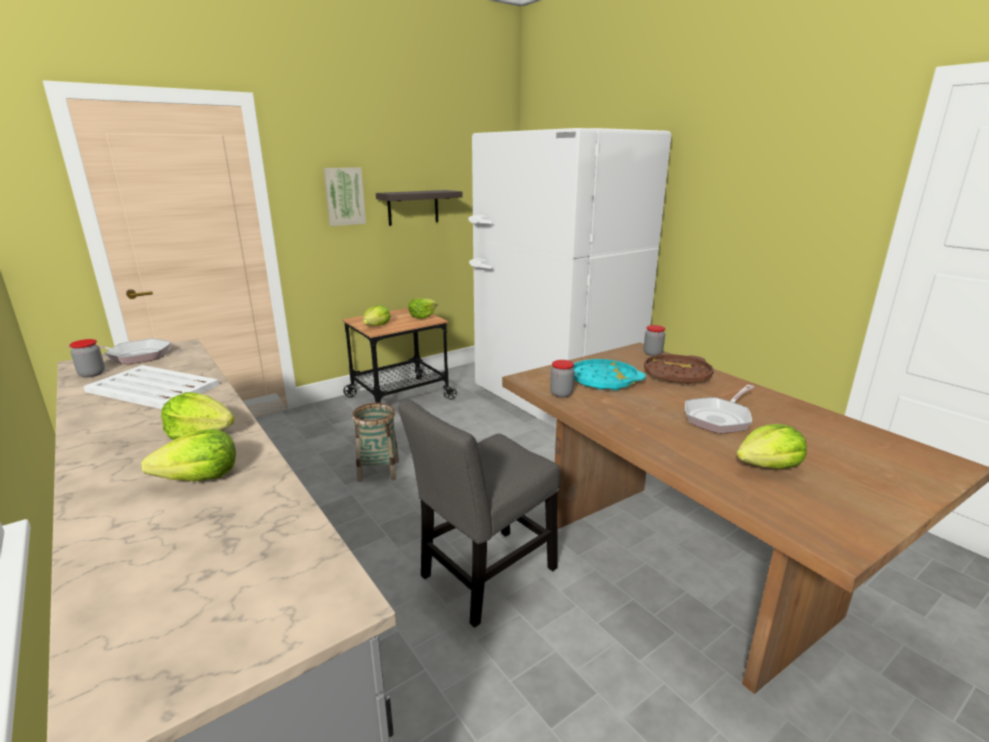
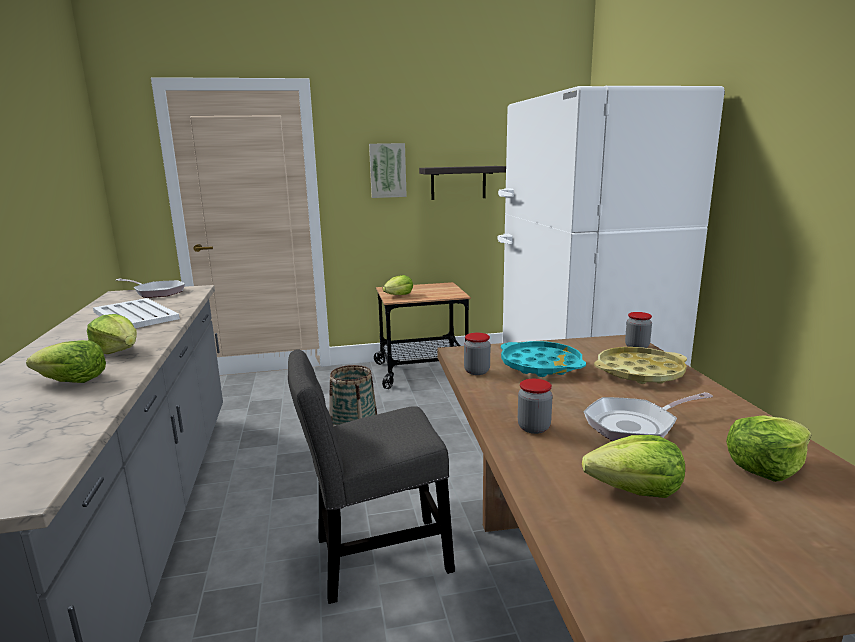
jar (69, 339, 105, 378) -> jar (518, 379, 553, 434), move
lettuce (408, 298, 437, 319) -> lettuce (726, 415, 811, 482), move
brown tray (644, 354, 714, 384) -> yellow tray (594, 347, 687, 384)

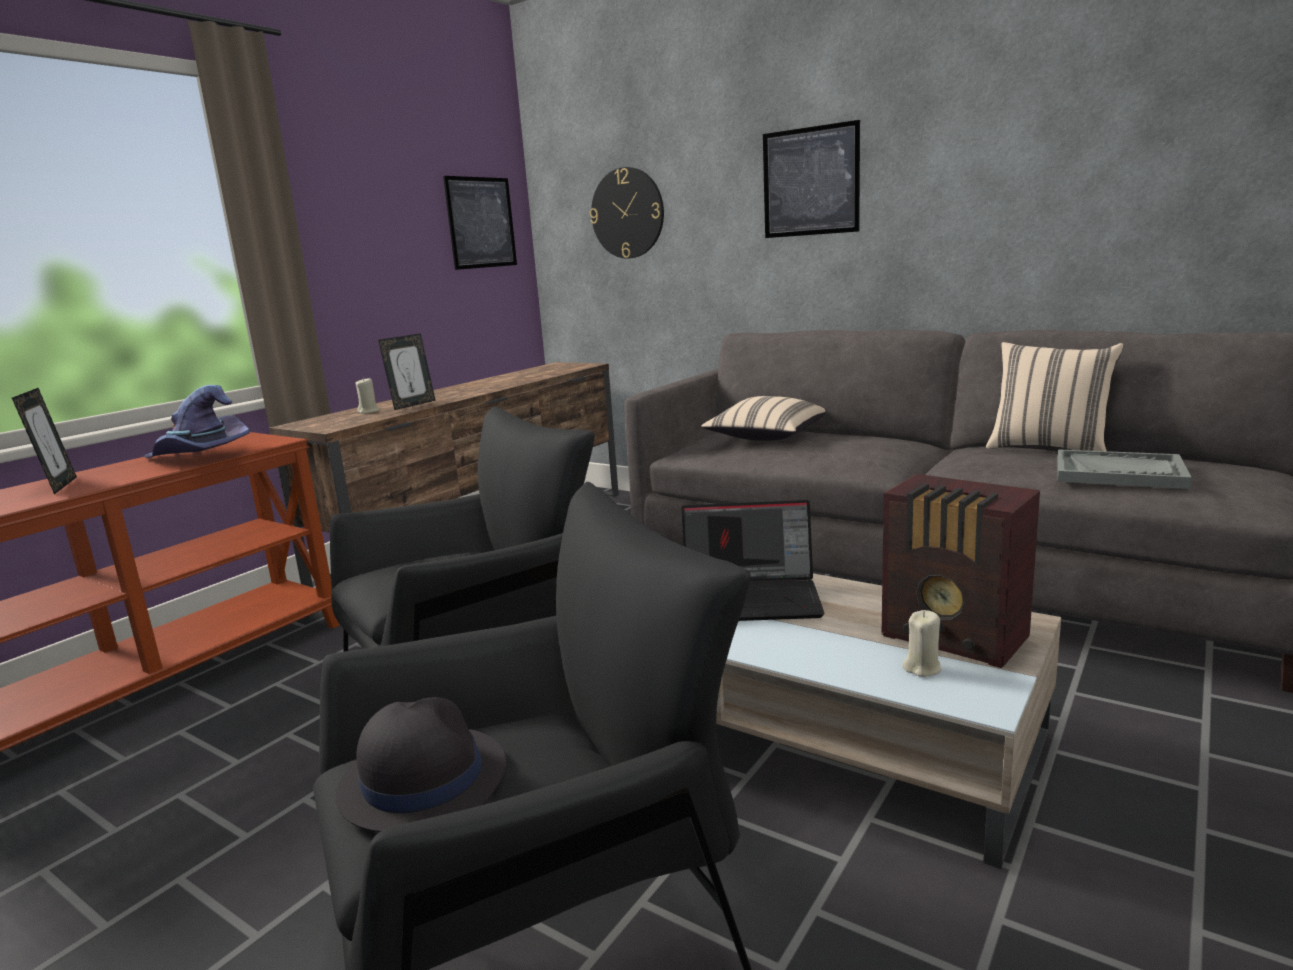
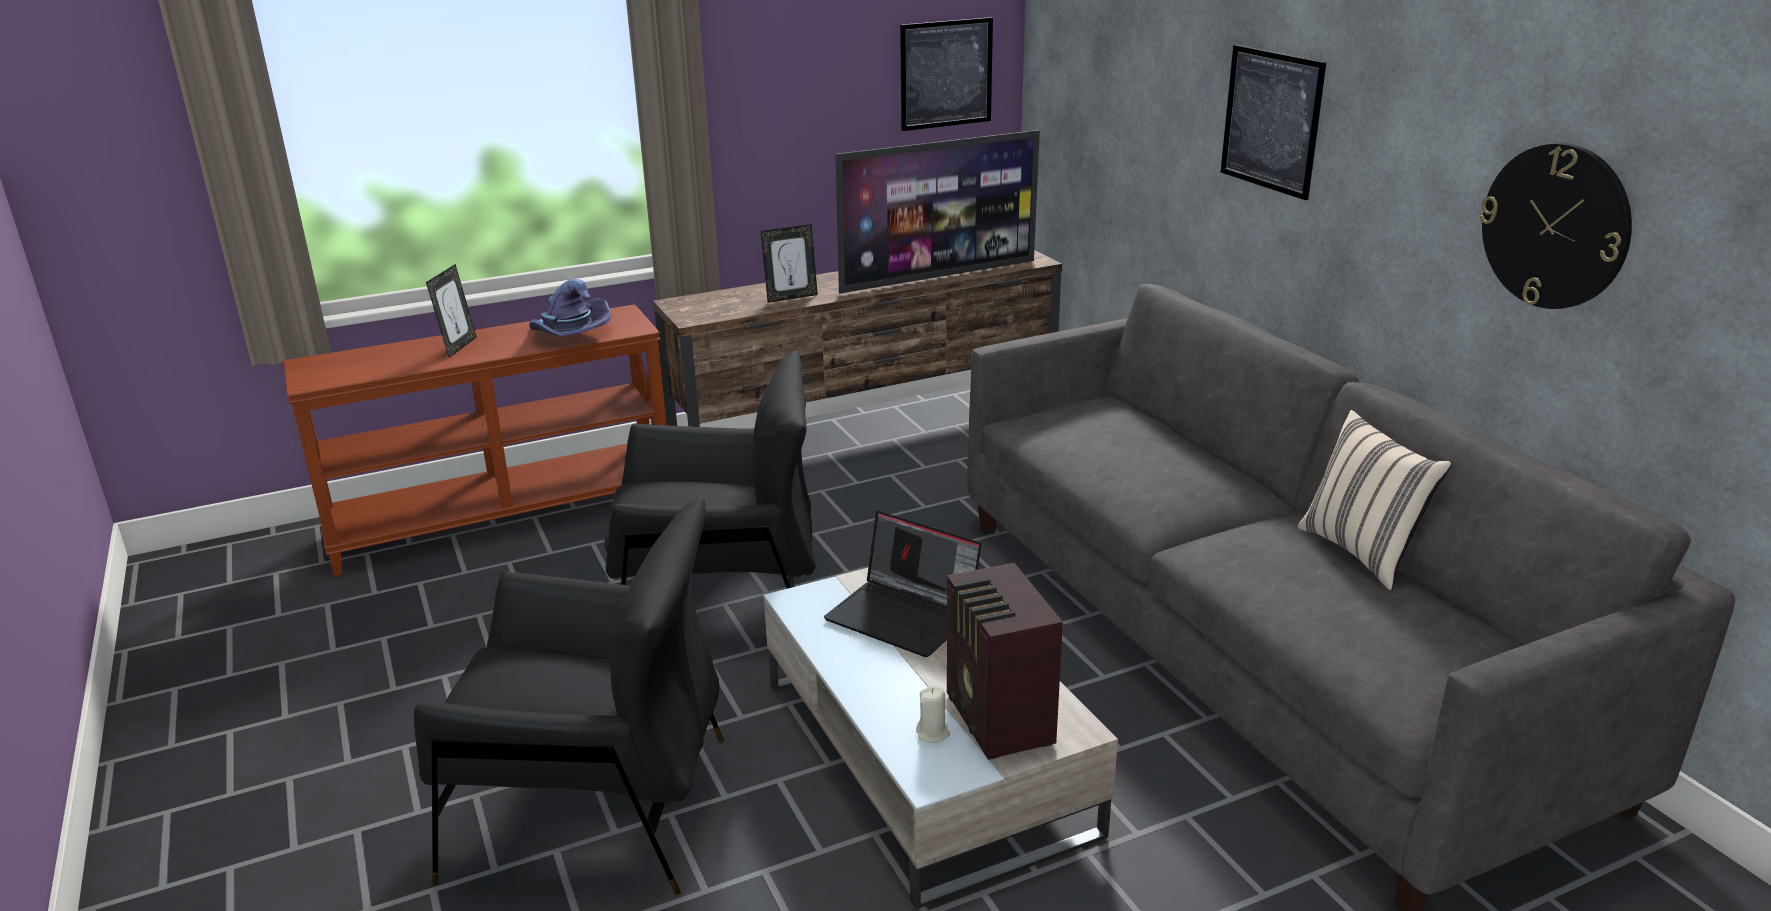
black hat (335, 697, 506, 832) -> none
beige candle (355, 377, 380, 414) -> none
wall clock (590, 167, 664, 259) -> wall clock (1480, 143, 1632, 309), move
beige pillow (701, 396, 826, 441) -> none
grey tray (1057, 449, 1192, 489) -> none
none -> television (835, 130, 1040, 293)

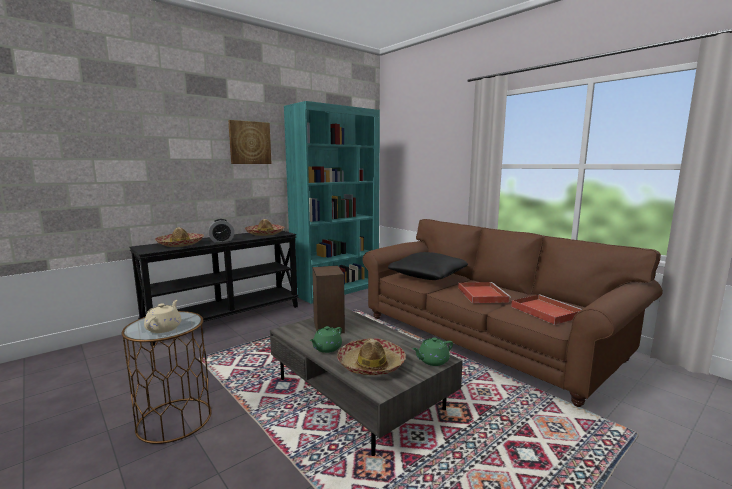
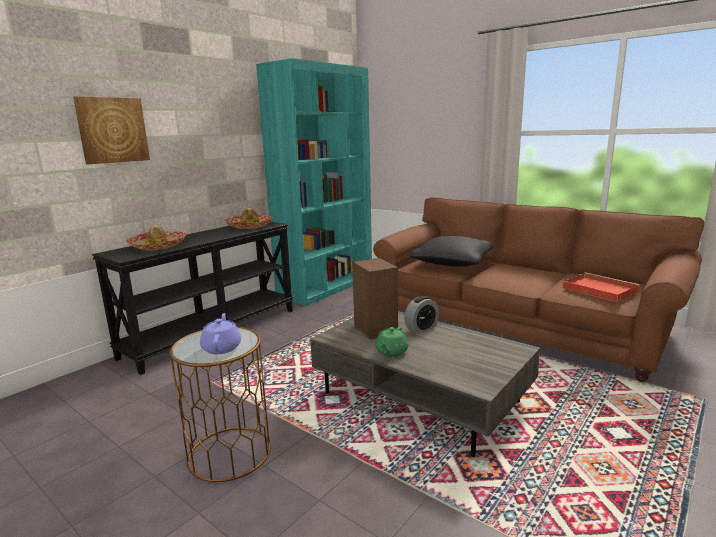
beige teapot (144, 300, 182, 333) -> purple teapot (200, 313, 241, 354)
alarm clock (208, 219, 234, 242) -> alarm clock (404, 296, 439, 333), move
picture (228, 120, 271, 164) -> picture (73, 96, 150, 164), move
hat (337, 338, 406, 375) -> none
green teapot (412, 337, 453, 366) -> none
red tray (458, 282, 511, 303) -> none

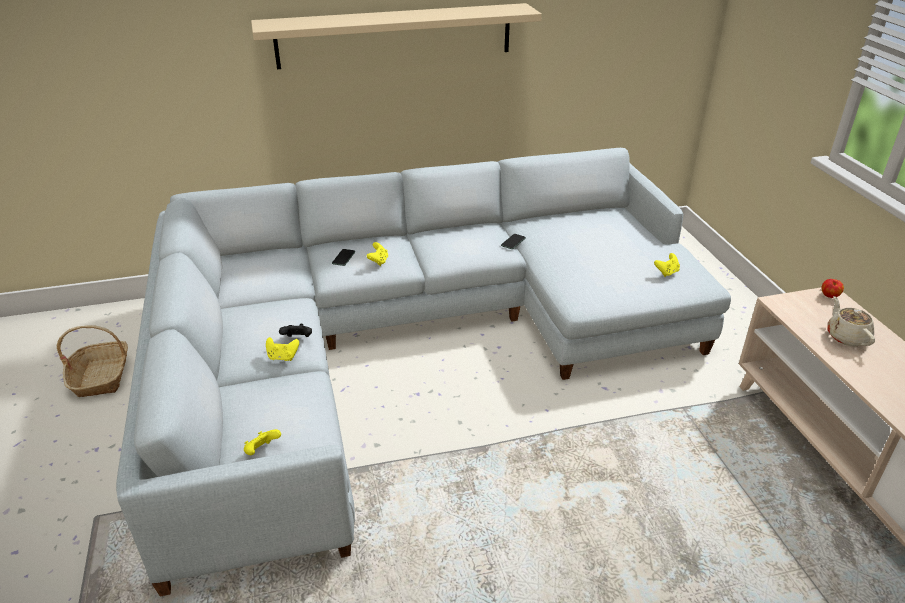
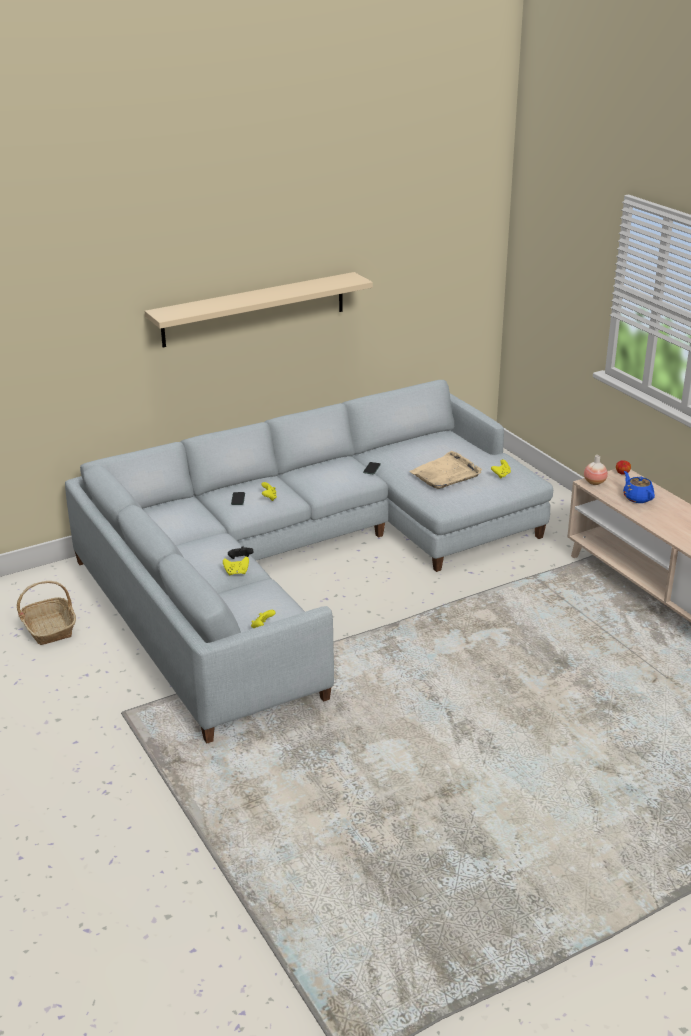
beige teapot (827, 296, 875, 346) -> blue teapot (623, 471, 655, 503)
none -> beige tray (409, 451, 482, 489)
none -> vase (584, 455, 608, 485)

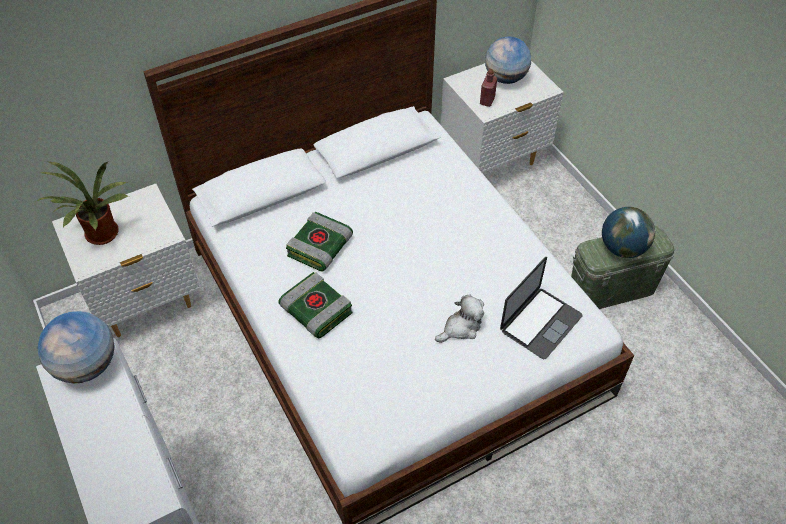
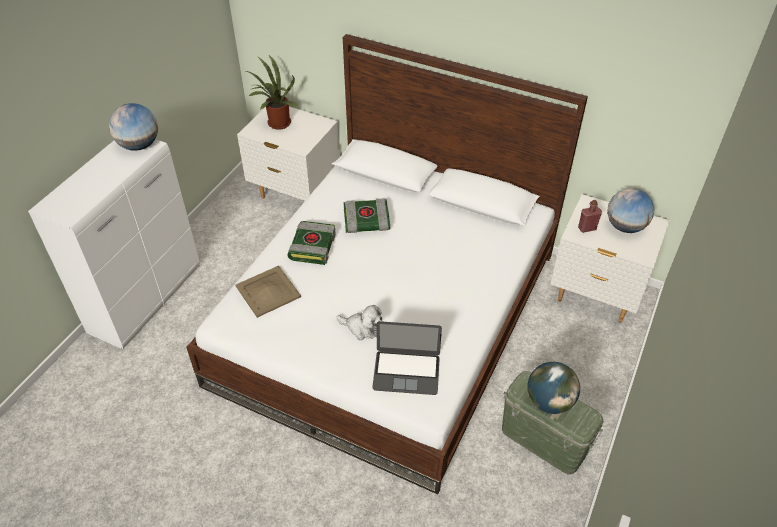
none -> beige tray (236, 266, 301, 318)

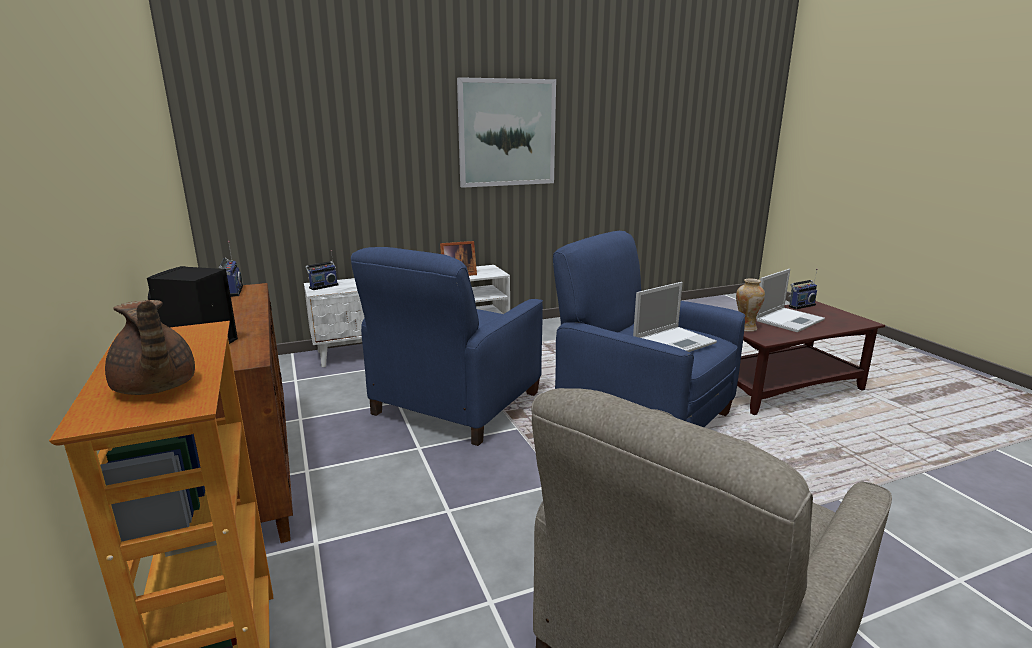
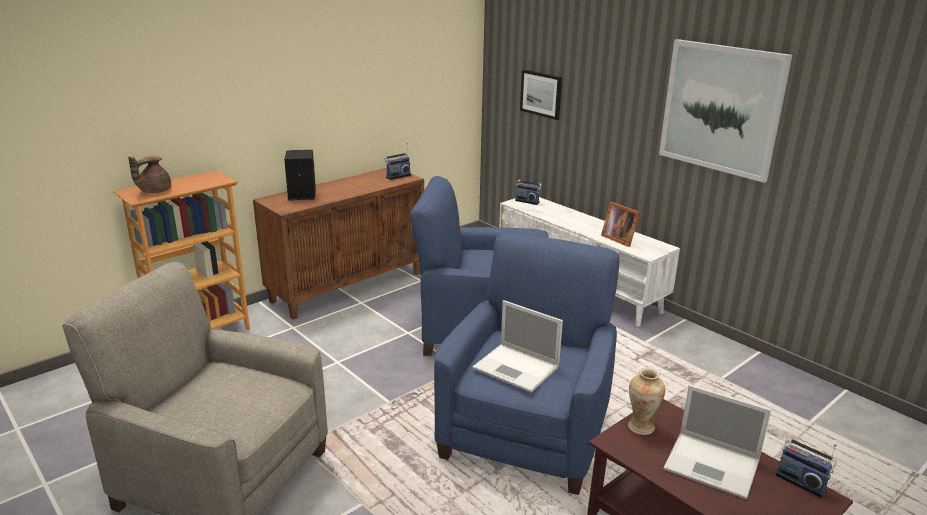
none -> picture (520, 69, 562, 120)

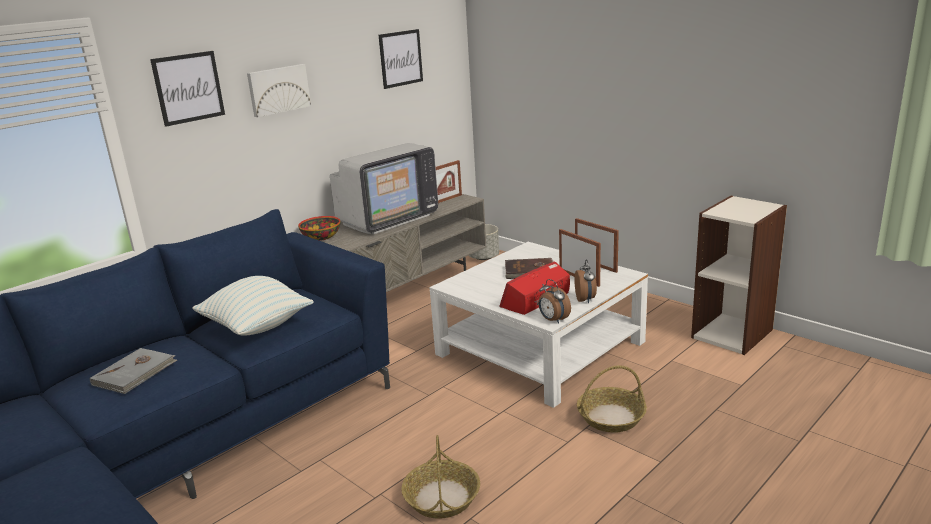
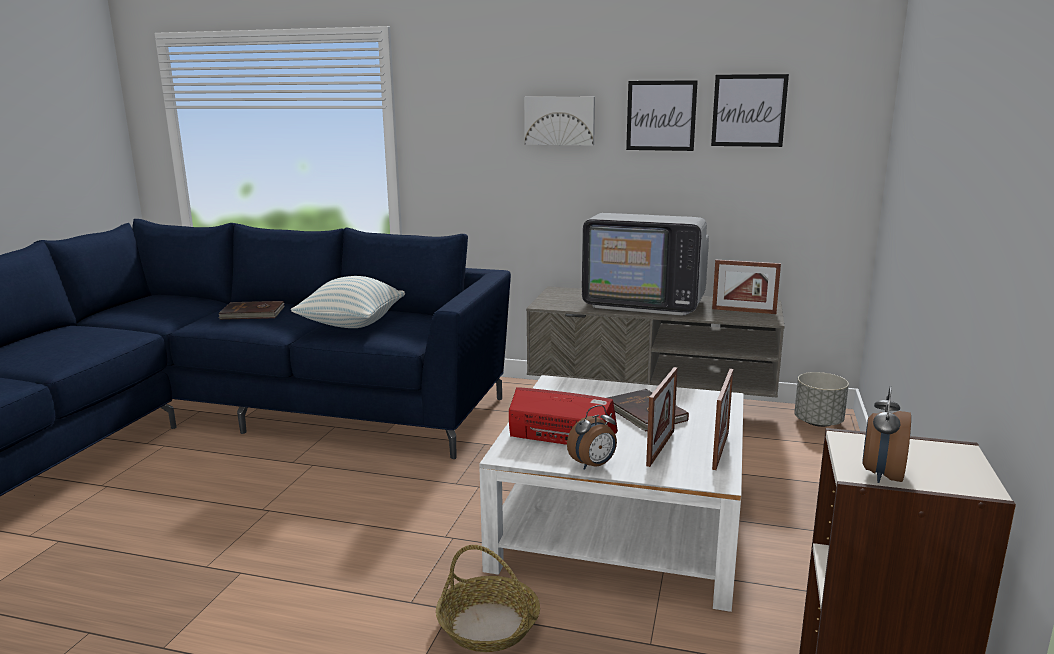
grey book (90, 348, 177, 394) -> brown book (218, 301, 285, 320)
picture (150, 51, 225, 127) -> picture (626, 80, 698, 151), move
bowl (298, 216, 341, 241) -> none
basket (401, 435, 480, 519) -> none
alarm clock (538, 279, 571, 324) -> alarm clock (862, 386, 911, 483), move

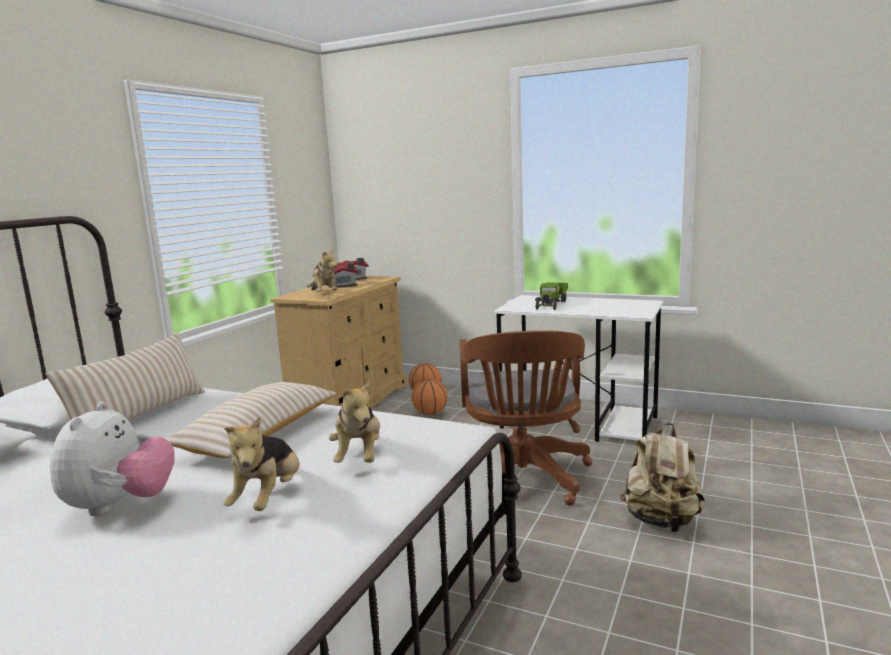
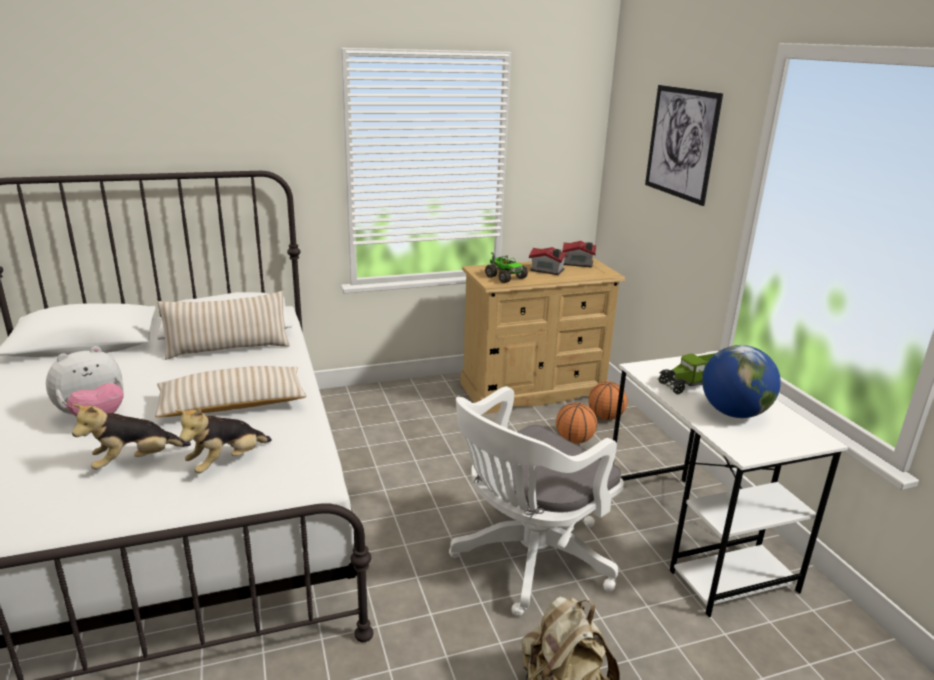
plush toy (306, 249, 338, 292) -> toy truck (485, 252, 528, 283)
brown office chair (459, 330, 592, 506) -> white office chair (449, 386, 624, 616)
none -> picture (645, 85, 723, 206)
none -> globe (702, 345, 781, 418)

